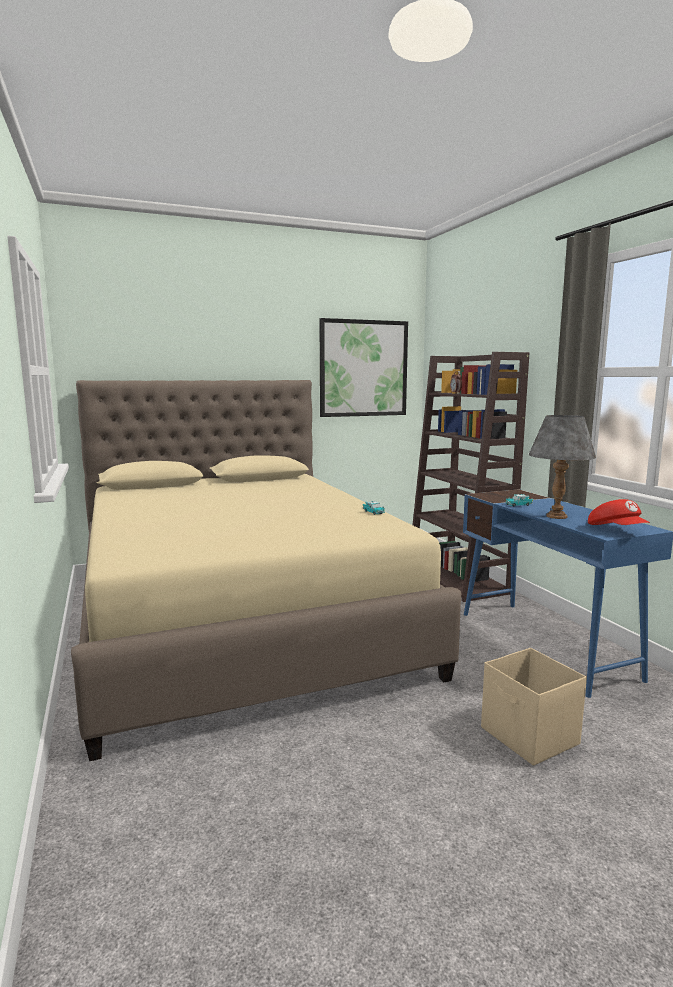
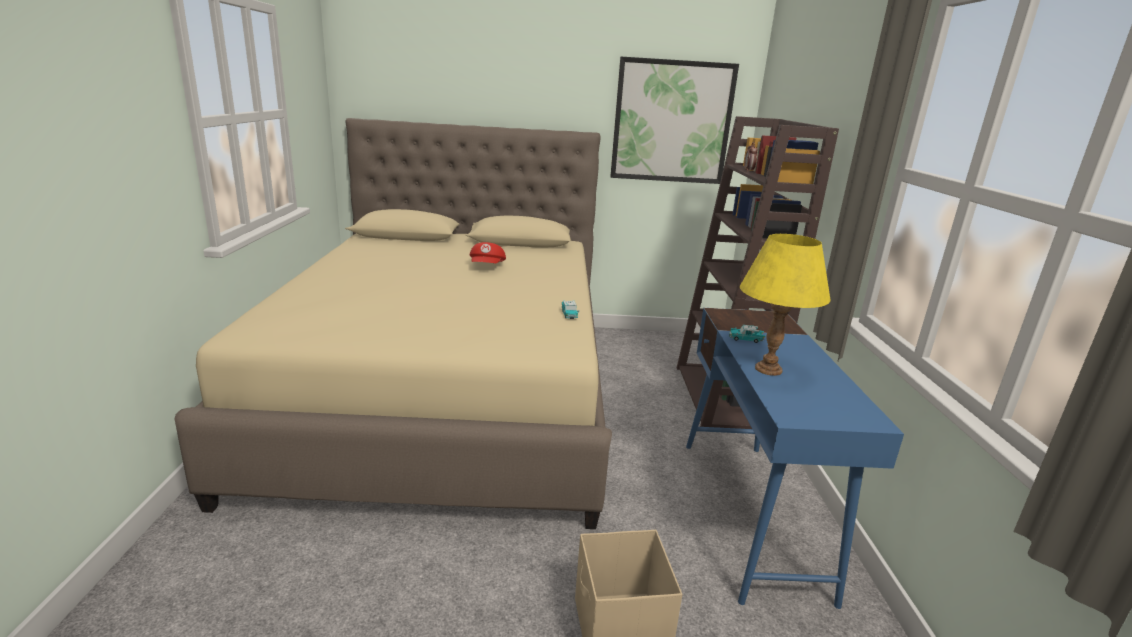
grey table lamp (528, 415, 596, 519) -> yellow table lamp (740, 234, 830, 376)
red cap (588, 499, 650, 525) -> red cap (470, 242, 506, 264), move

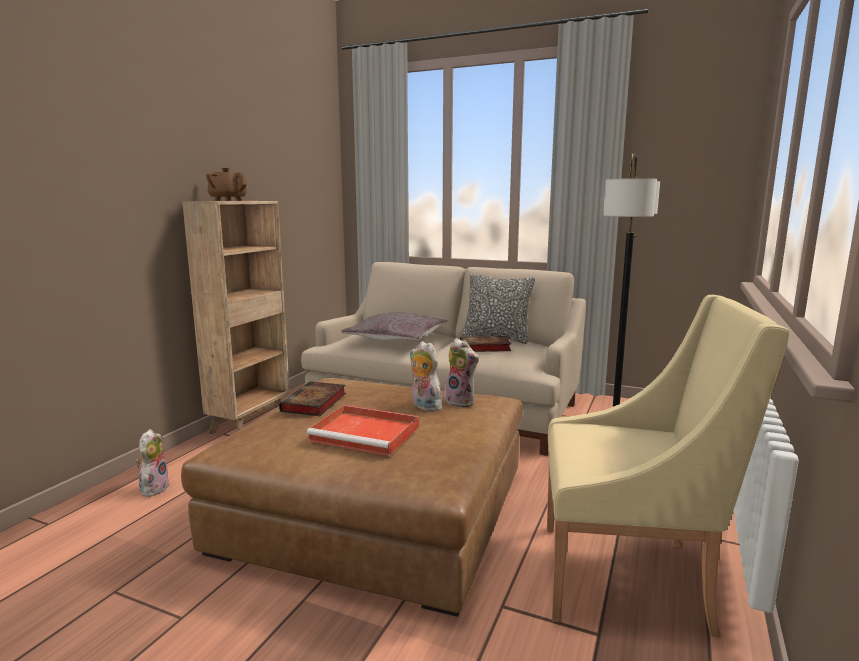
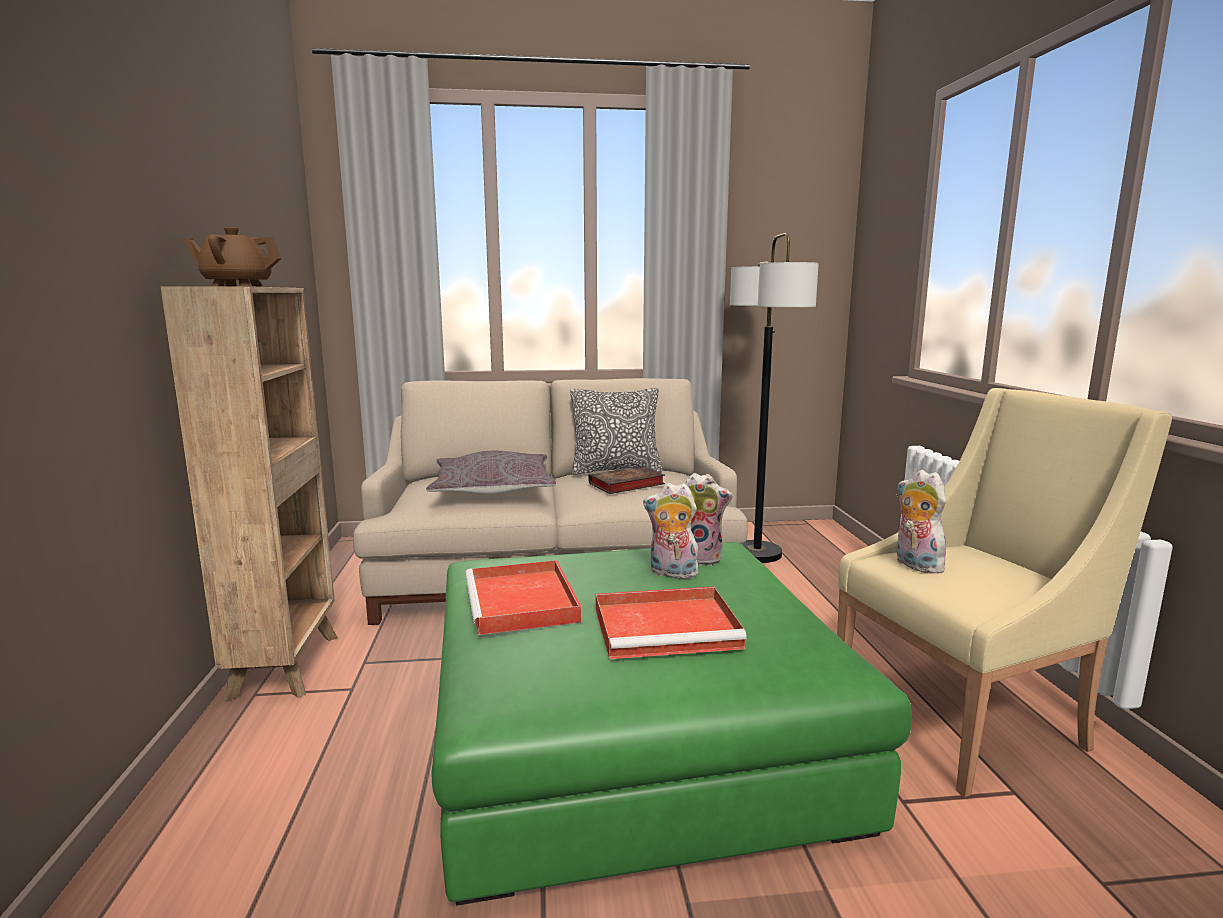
plush toy (136, 429, 170, 497) -> plush toy (896, 470, 946, 574), move
brown ottoman (181, 378, 523, 617) -> green ottoman (431, 542, 912, 905)
book (279, 381, 346, 416) -> red tray (465, 560, 581, 635)

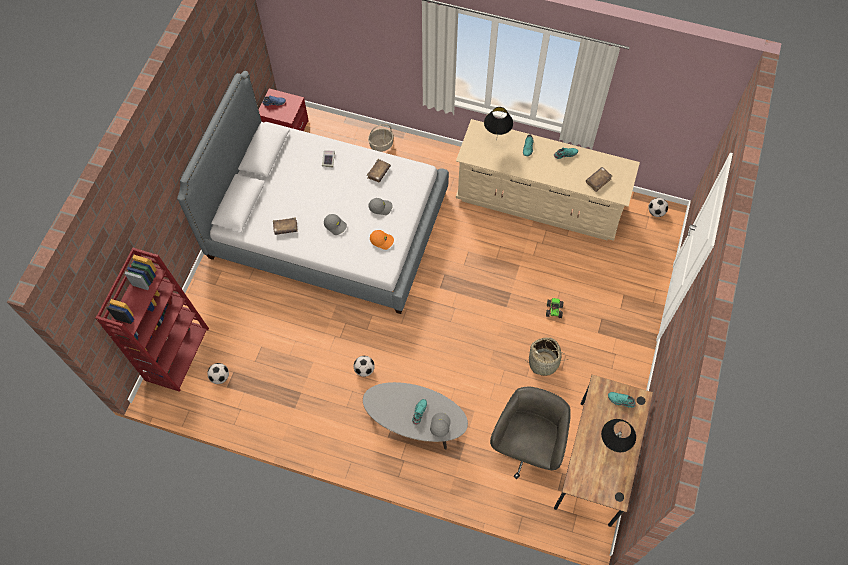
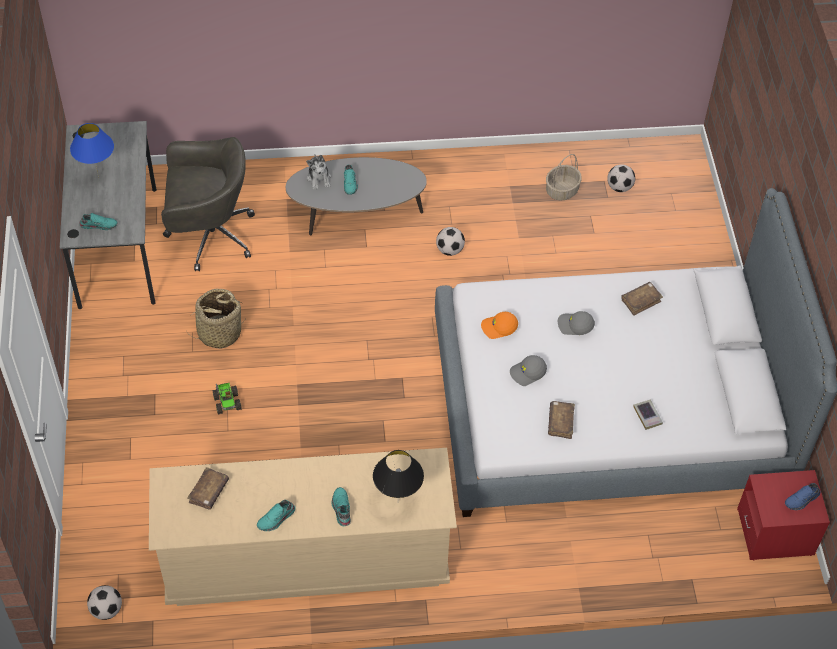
red bookcase (95, 247, 209, 392) -> none
basket (368, 124, 394, 152) -> basket (546, 154, 582, 200), move
grey cap (430, 412, 451, 437) -> plush toy (306, 155, 331, 190)
grey office chair (490, 387, 571, 479) -> grey office chair (161, 137, 255, 271), 90 degrees counterclockwise
brown desk (554, 375, 653, 527) -> grey desk (60, 121, 157, 309)
black table lamp (601, 419, 636, 452) -> blue table lamp (70, 123, 114, 178)

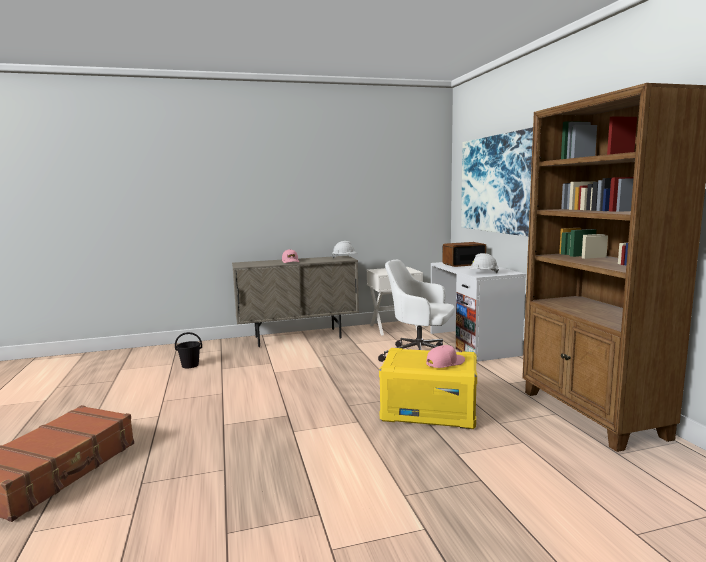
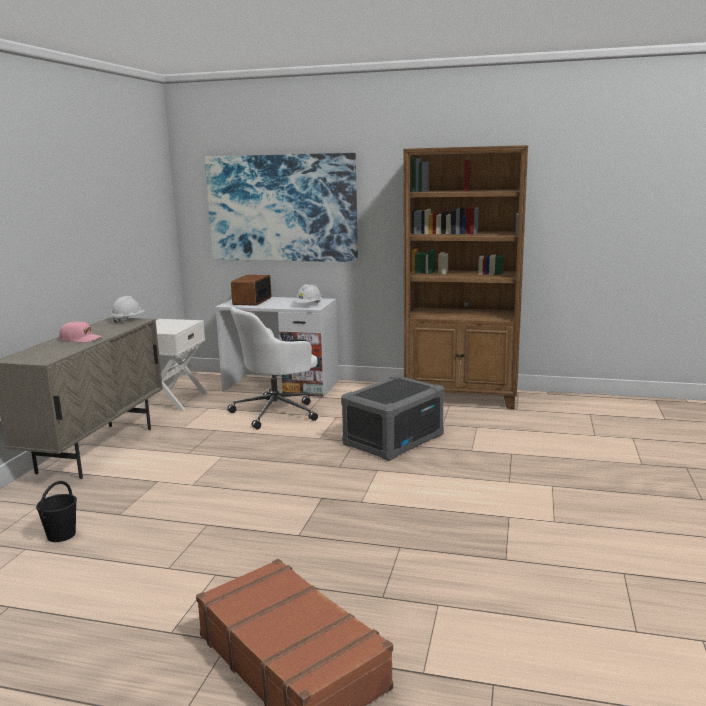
yellow storage box (379, 348, 477, 429) -> grey storage box (341, 375, 444, 461)
pink cap (426, 345, 465, 368) -> none

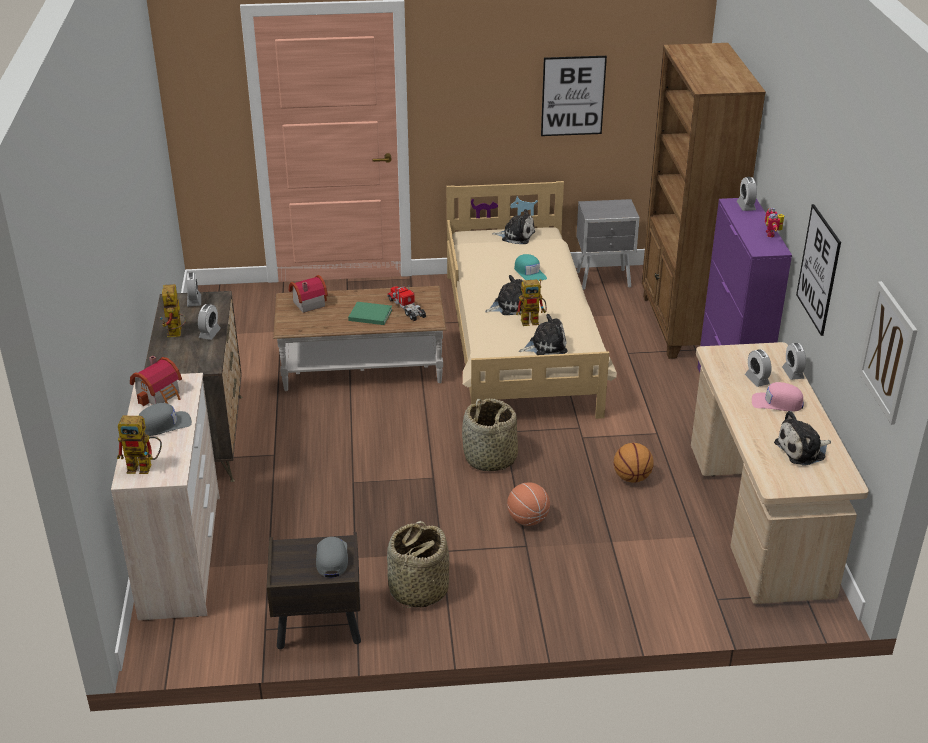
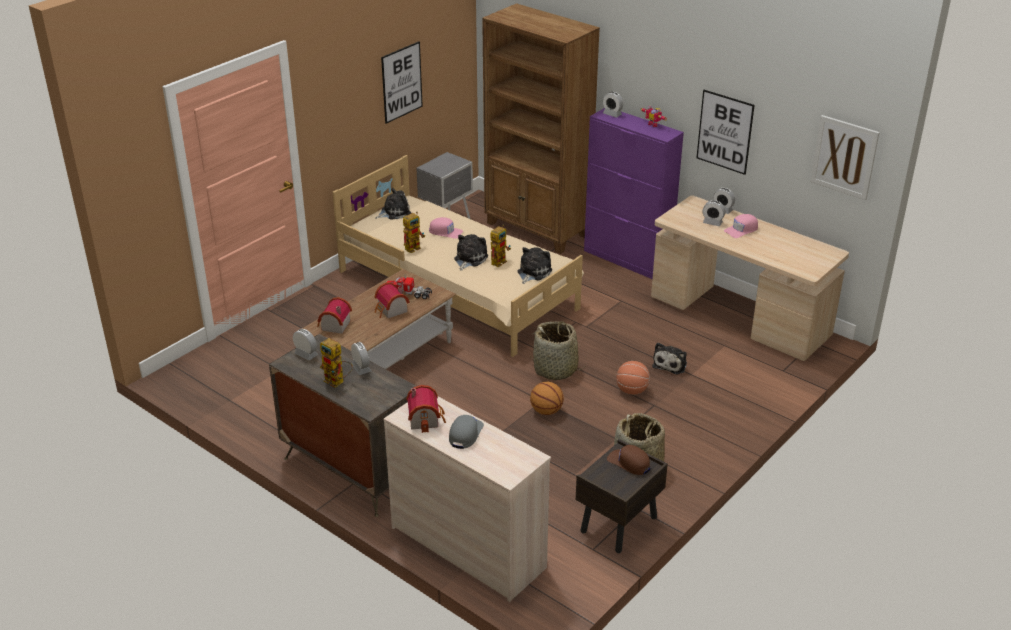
toy robot (117, 416, 162, 474) -> toy robot (403, 212, 425, 253), move
grey cap (316, 537, 348, 577) -> brown cap (607, 445, 650, 475)
green book (348, 302, 392, 325) -> toy house (374, 282, 410, 318)
turquoise cap (514, 254, 547, 281) -> pink cap (429, 217, 463, 239)
basketball (614, 443, 654, 483) -> basketball (530, 382, 564, 415), move
plush toy (774, 411, 831, 466) -> plush toy (652, 343, 687, 374), move

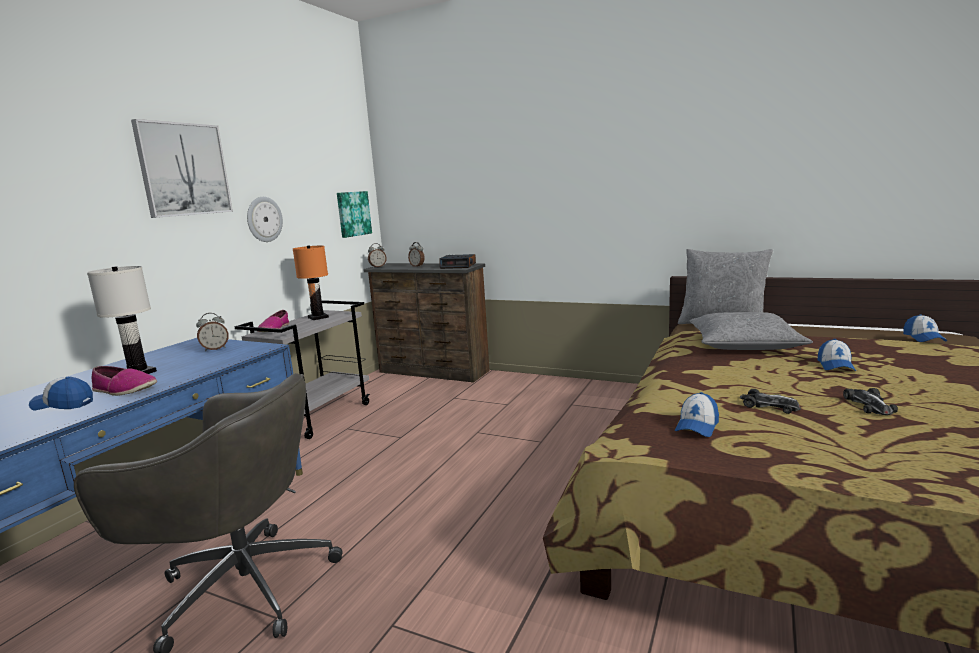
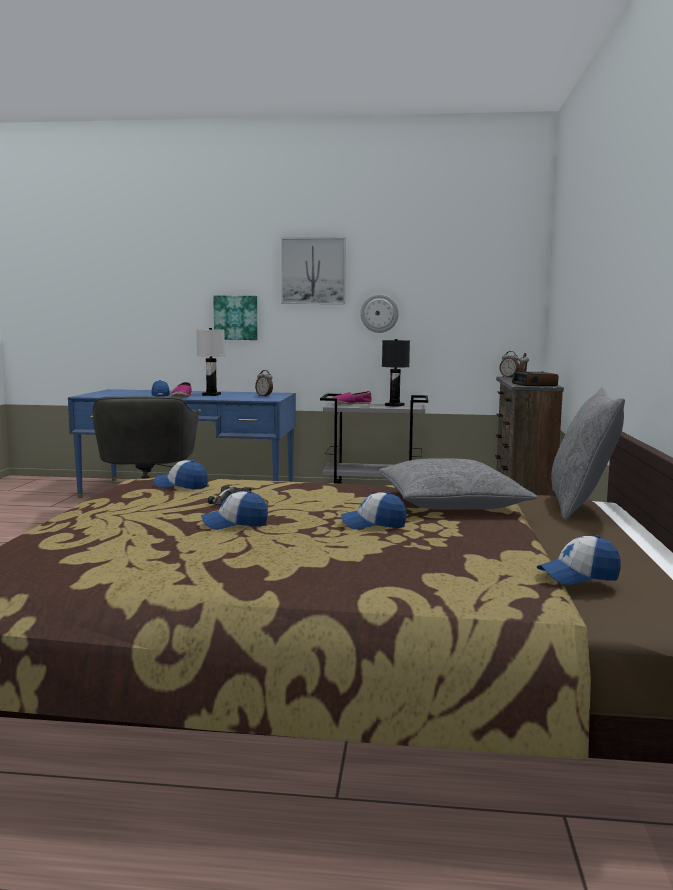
orange table lamp (293, 245, 329, 320) -> black table lamp (382, 339, 410, 407)
picture (337, 191, 372, 238) -> picture (213, 296, 258, 340), move
toy car (843, 388, 898, 415) -> cap (201, 491, 268, 530)

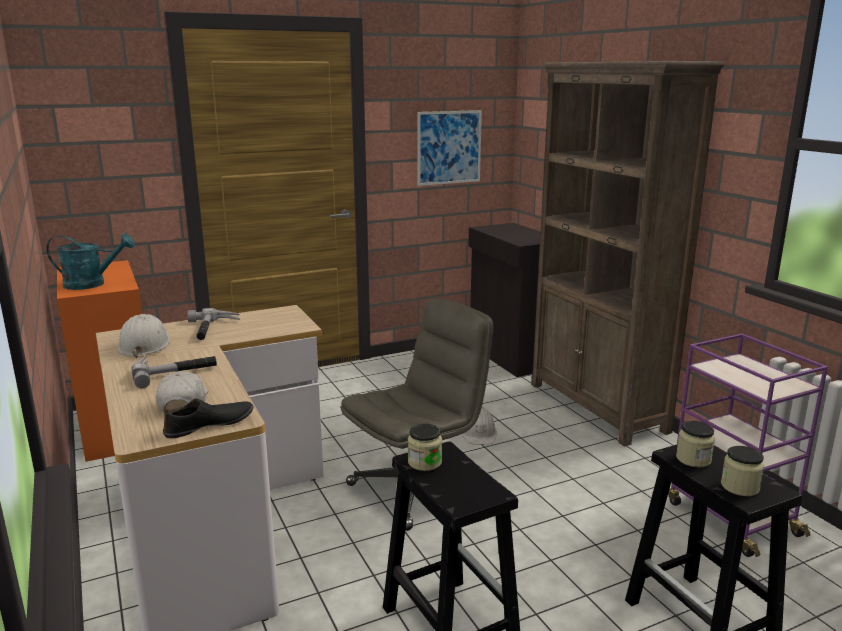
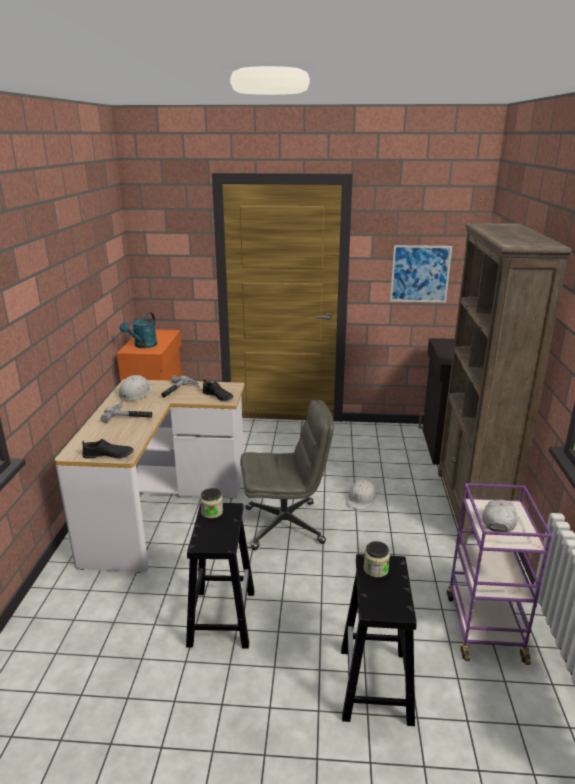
turquoise watering can (46, 233, 134, 290) -> turquoise watering can (120, 312, 157, 348), 90 degrees clockwise
white cap (156, 371, 208, 413) -> white cap (482, 500, 517, 532), move
jar (721, 446, 764, 496) -> none
none -> black shoe (202, 379, 233, 401)

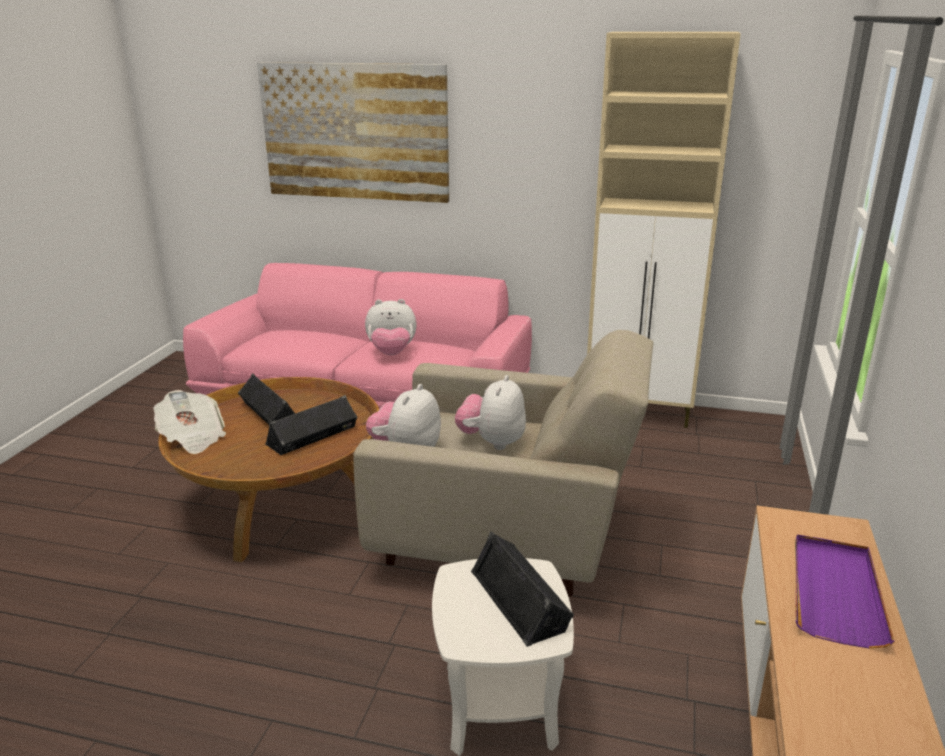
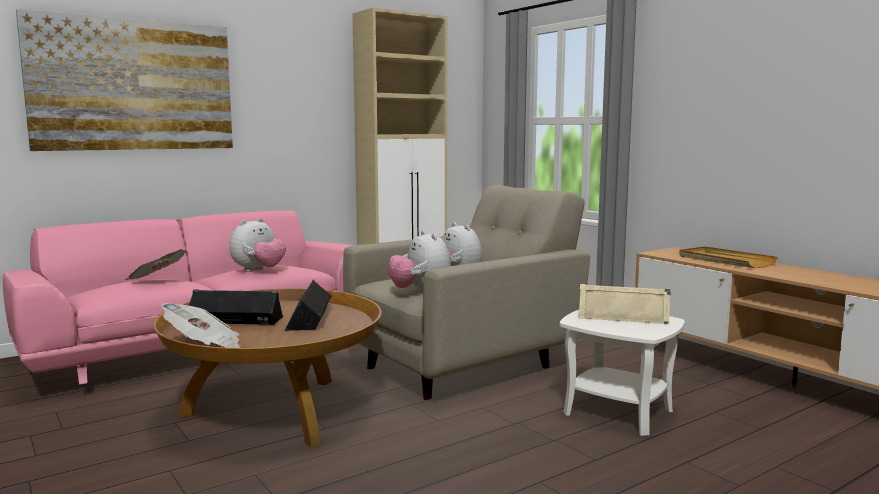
black speaker (471, 531, 574, 647) -> beige speaker (578, 284, 671, 325)
purple tray (795, 535, 895, 649) -> beige tray (679, 246, 778, 268)
none -> newspaper (125, 249, 187, 280)

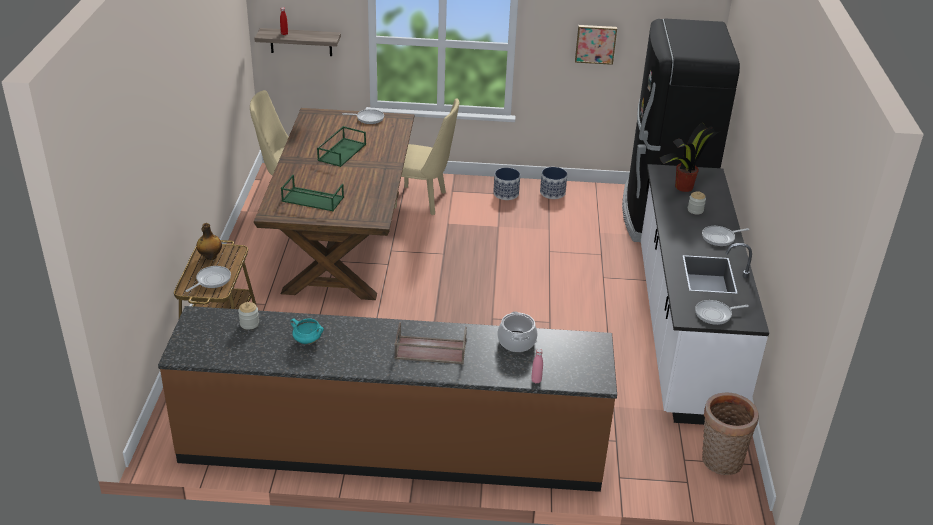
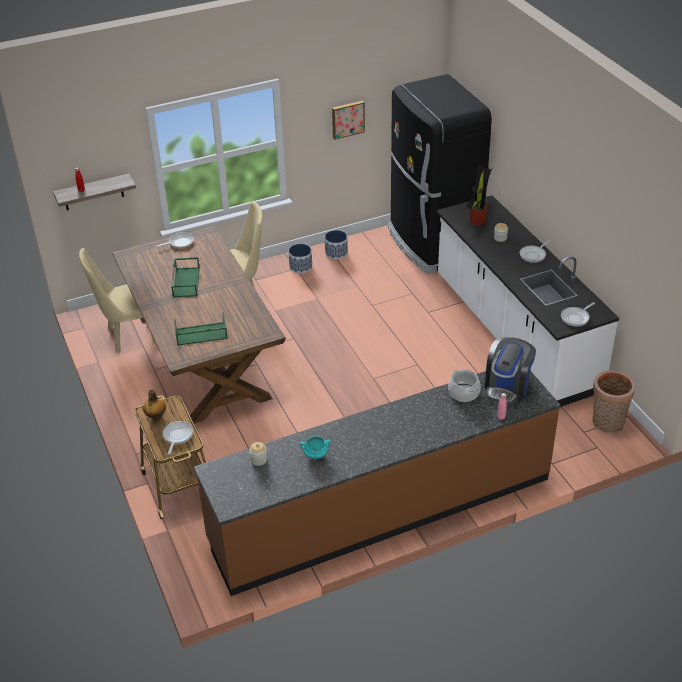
brown tray (394, 322, 467, 364) -> none
none -> coffee machine (485, 337, 536, 405)

